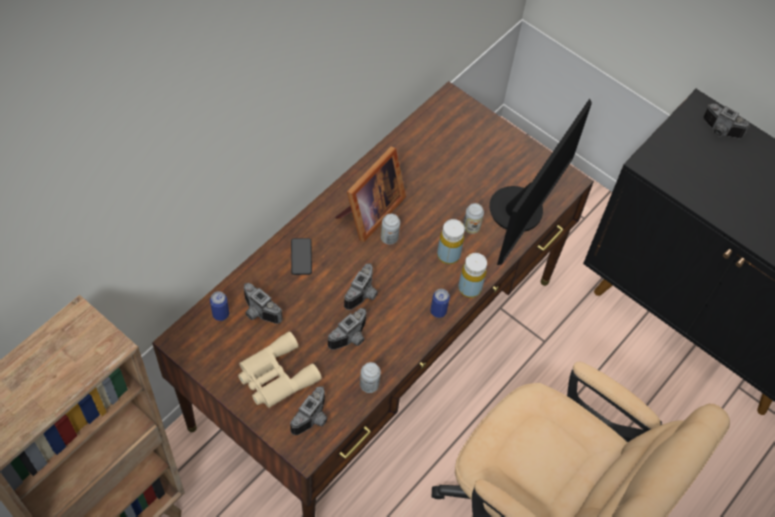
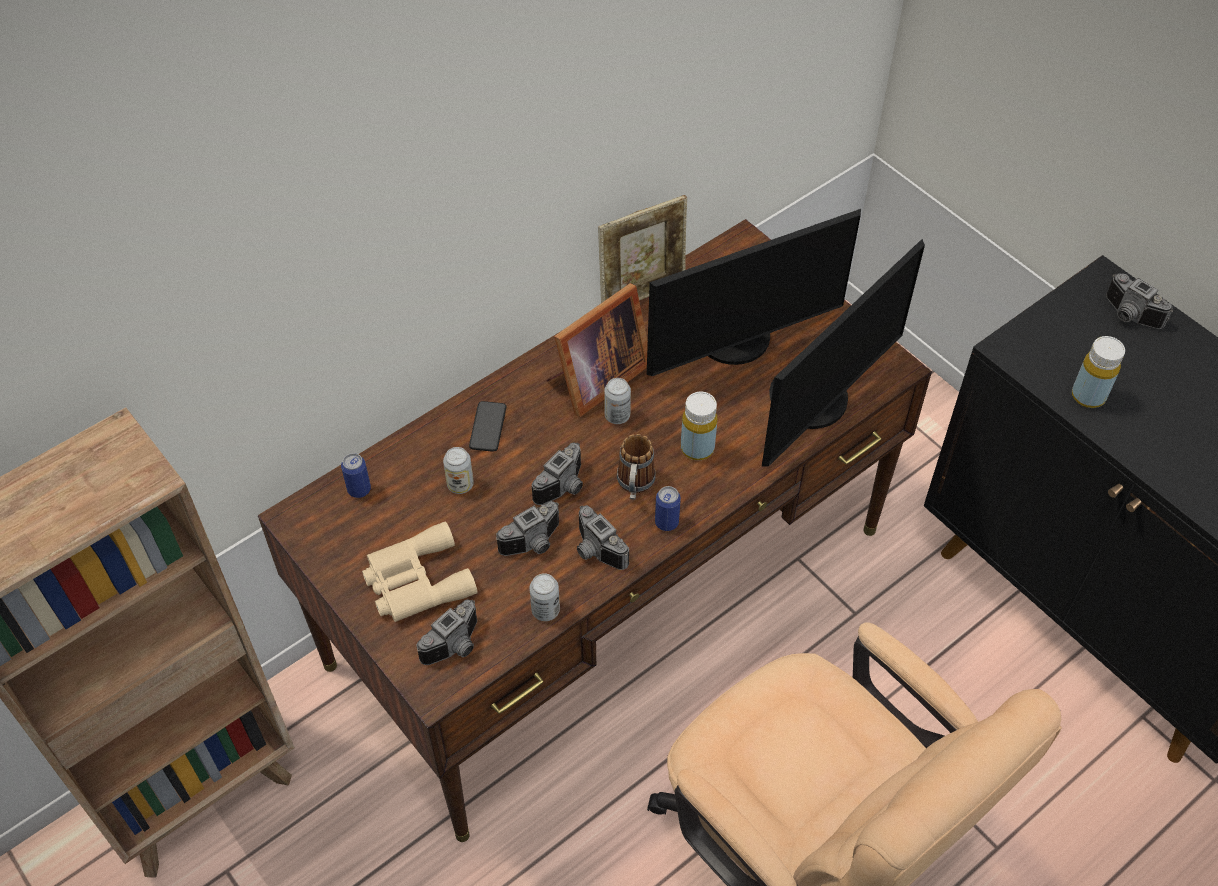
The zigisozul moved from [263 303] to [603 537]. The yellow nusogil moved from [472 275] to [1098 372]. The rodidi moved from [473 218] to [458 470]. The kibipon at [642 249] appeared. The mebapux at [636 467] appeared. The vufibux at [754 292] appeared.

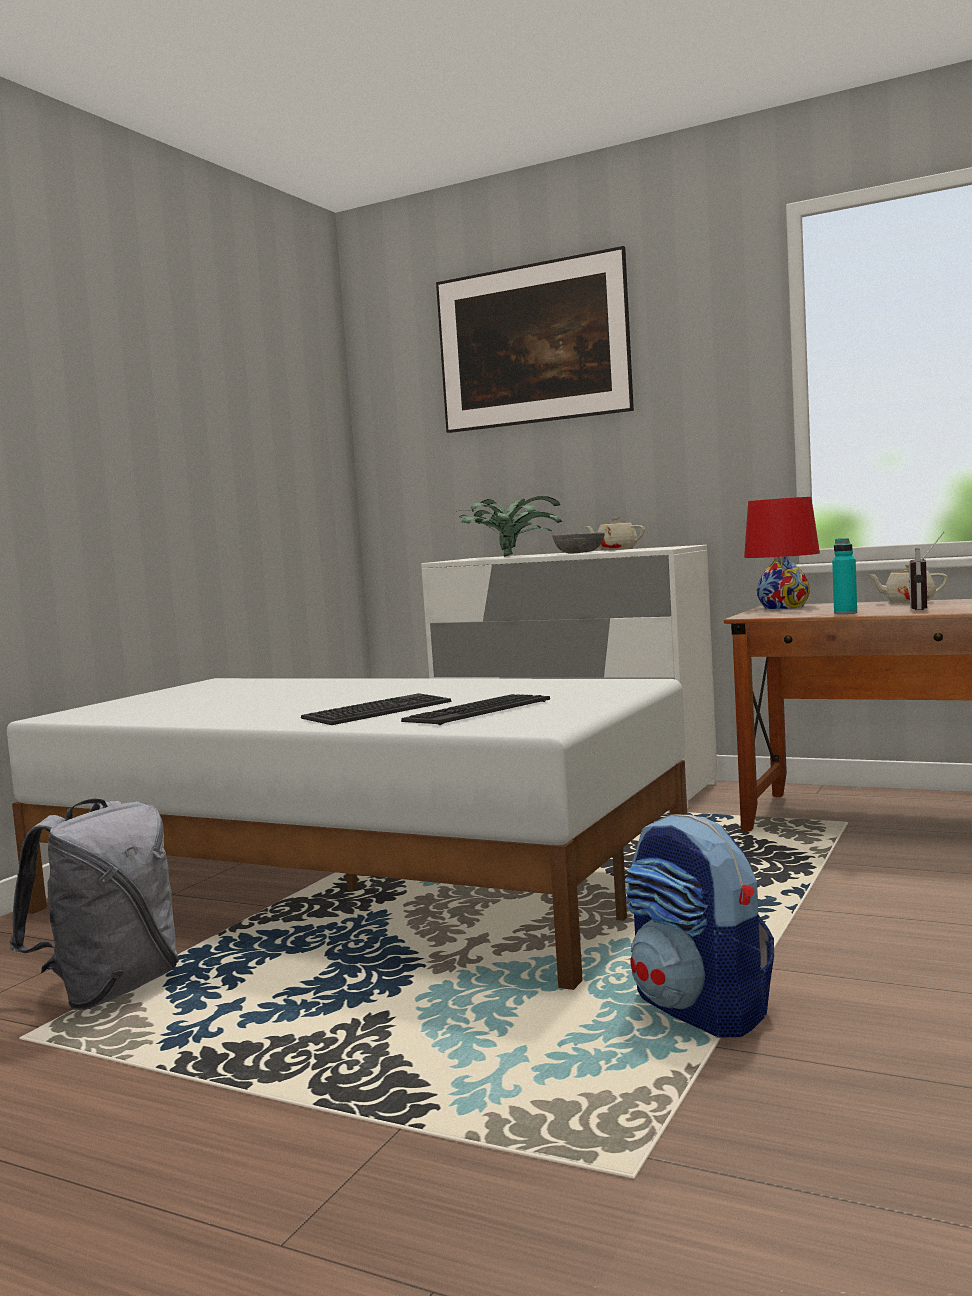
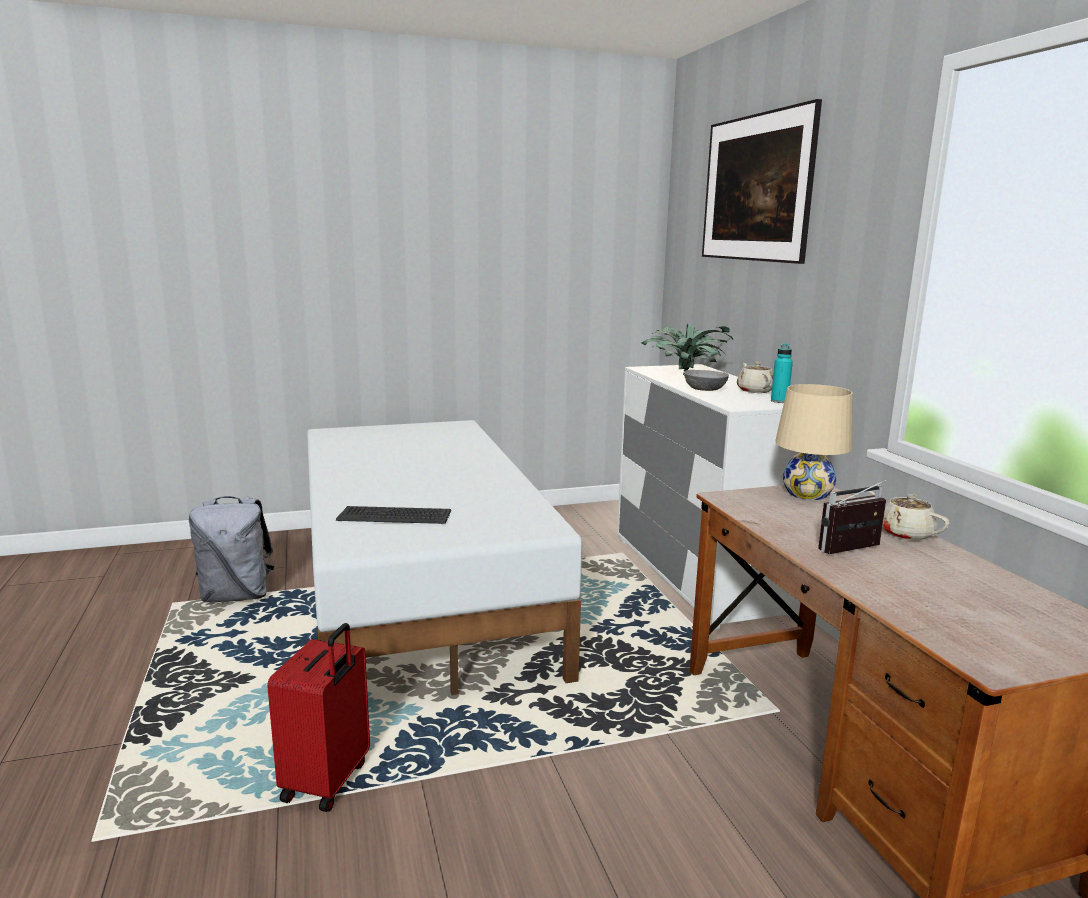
The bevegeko at [376 709] disappeared. The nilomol at [699 926] was replaced by the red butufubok at [318 717]. The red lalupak at [782 553] became the beige lalupak at [814 442]. The turquoise nusogil moved from [844 576] to [782 373].

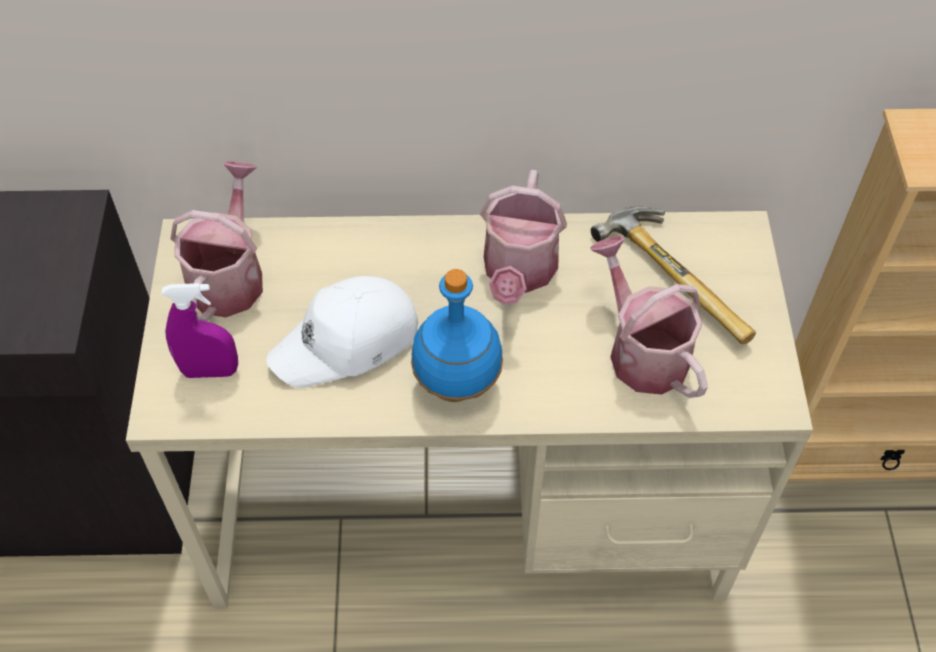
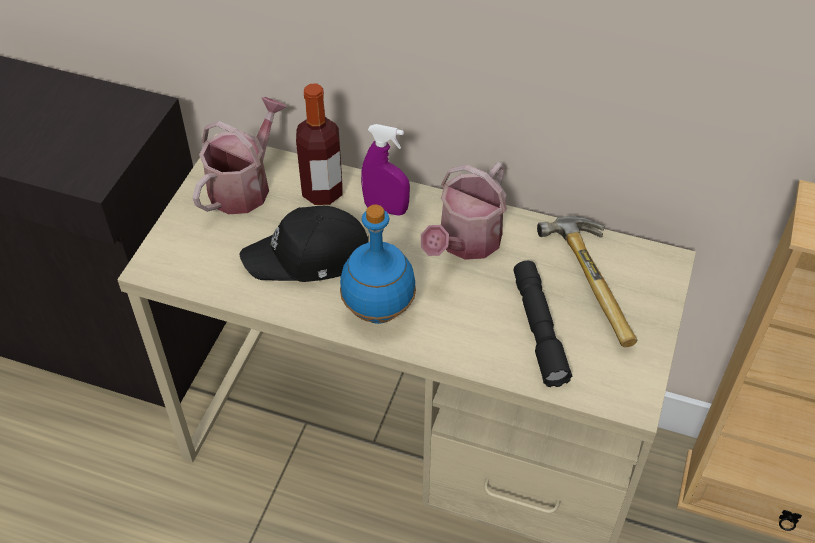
The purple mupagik moved from [199 330] to [385 170]. The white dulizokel at [342 332] became the black dulizokel at [303 244]. The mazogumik at [649 317] was replaced by the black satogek at [542 324]. The nusogil at [319 144] appeared.

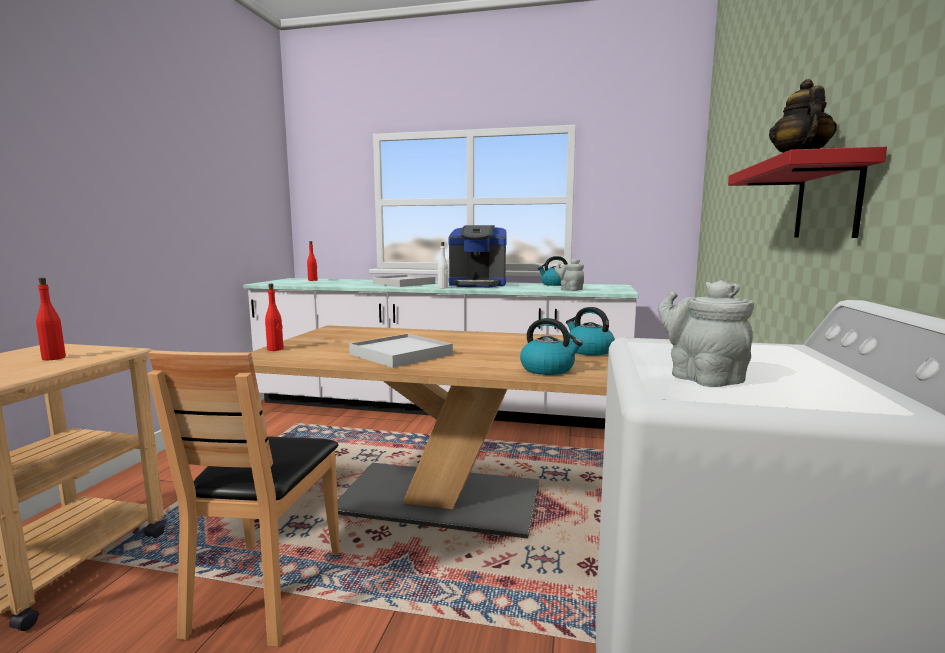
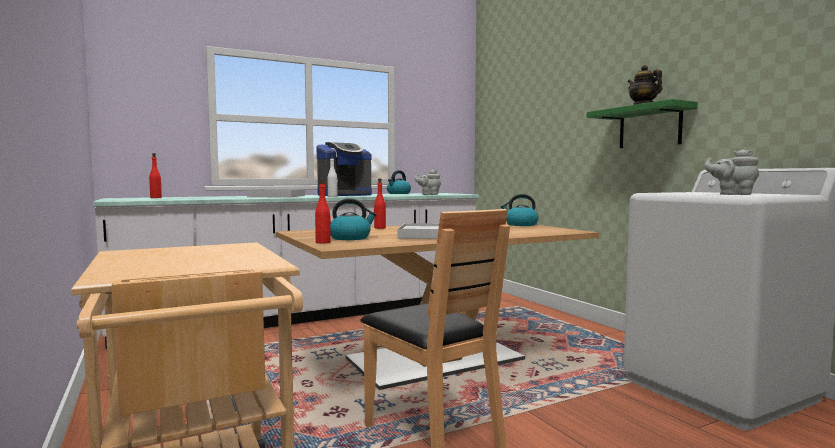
The red nusogil moved from [51 319] to [380 203]. The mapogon moved from [551 346] to [353 219]. The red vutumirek at [807 192] became the green vutumirek at [642 123].

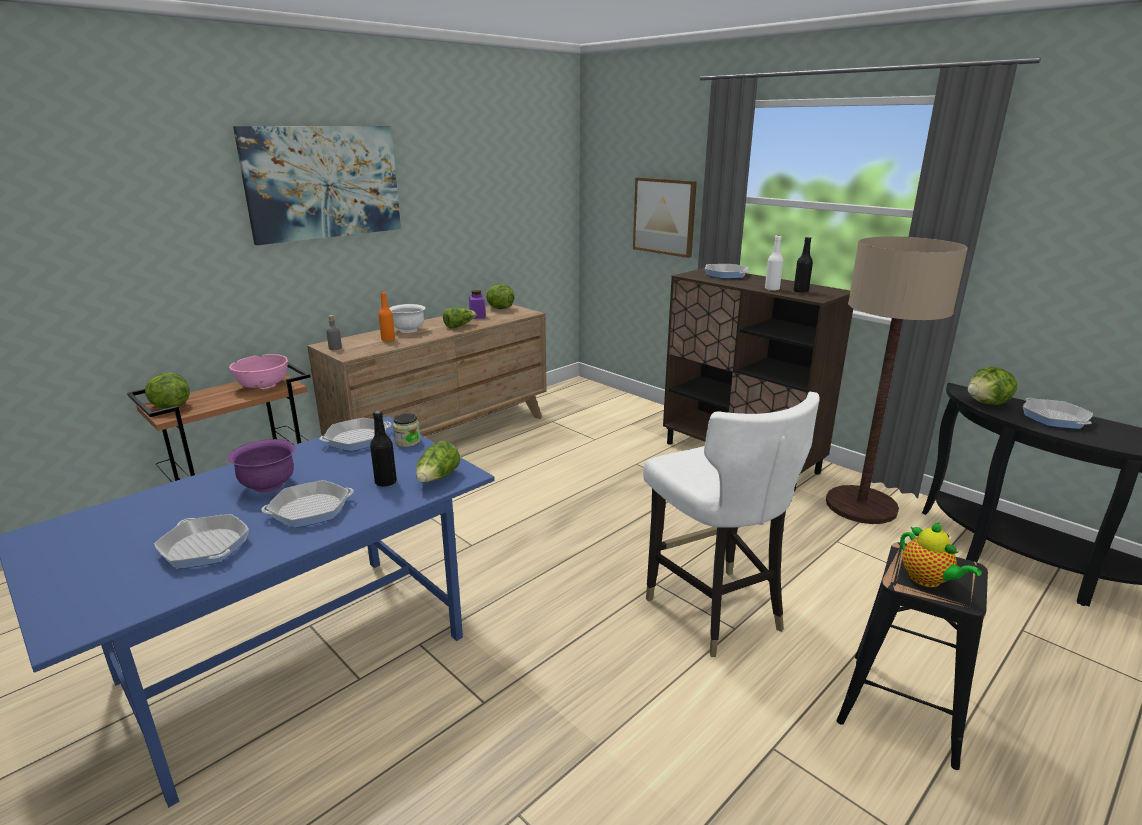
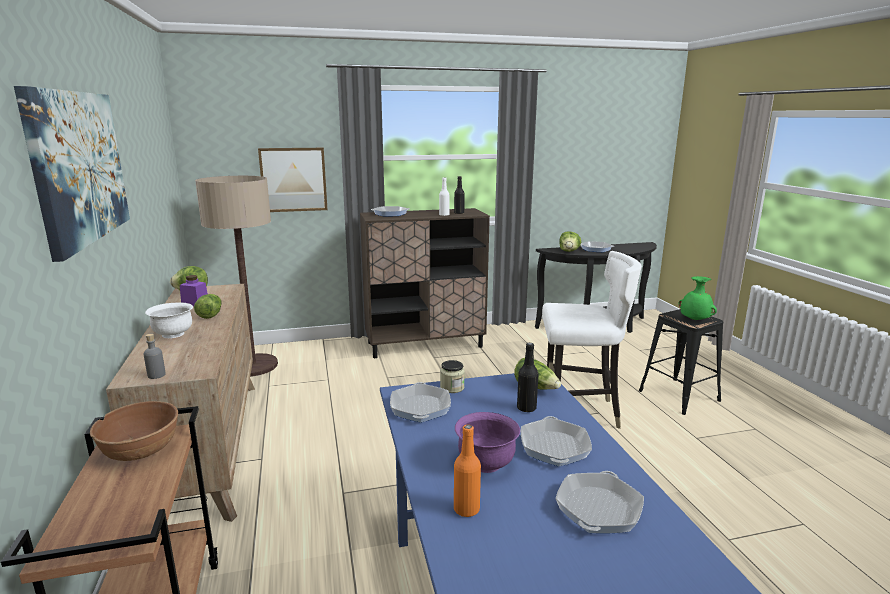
The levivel at [167 390] disappeared. The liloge at [201 541] turned 135 degrees clockwise. The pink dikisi at [258 372] became the brown dikisi at [134 431]. The orange nusogil moved from [386 316] to [467 471]. The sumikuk moved from [897 380] to [236 276]. The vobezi at [941 554] was replaced by the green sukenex at [697 298].

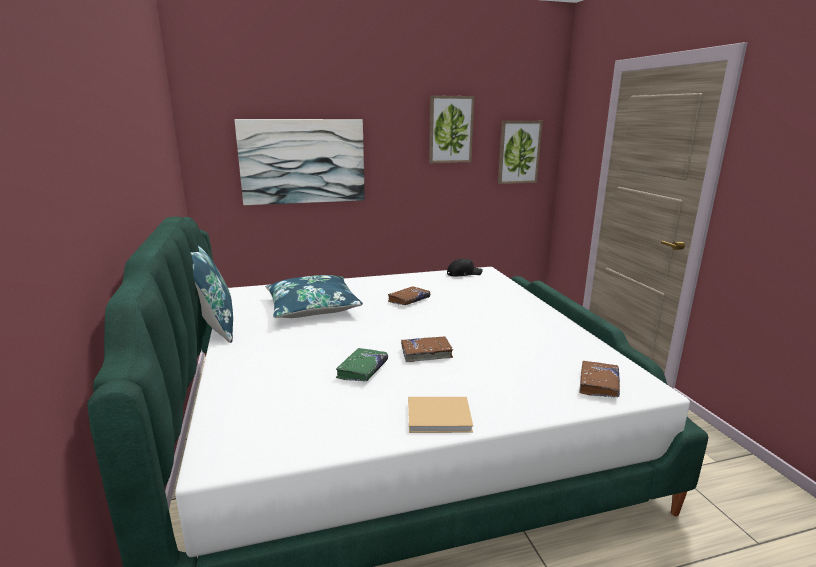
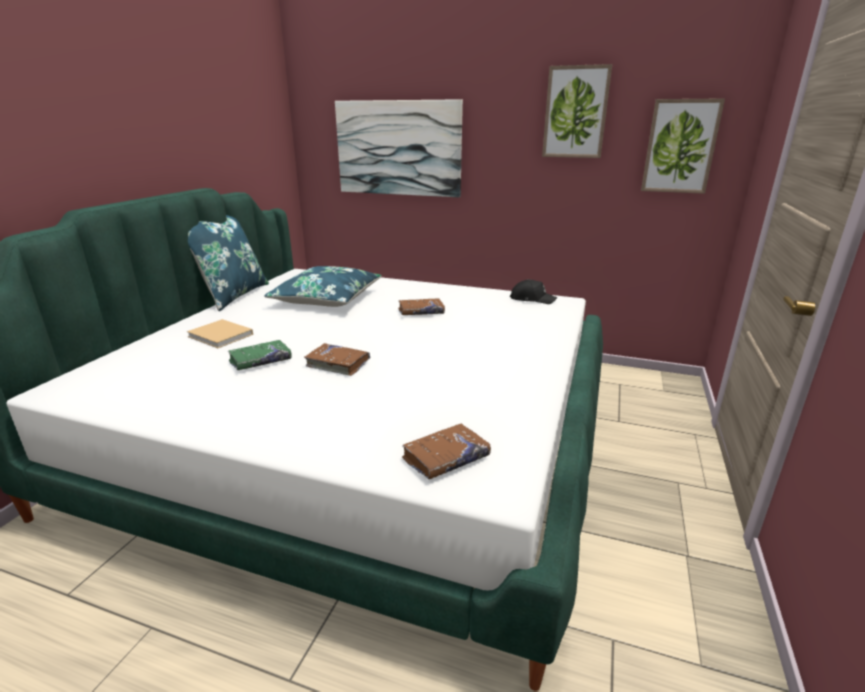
The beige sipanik moved from [440 415] to [220 333].

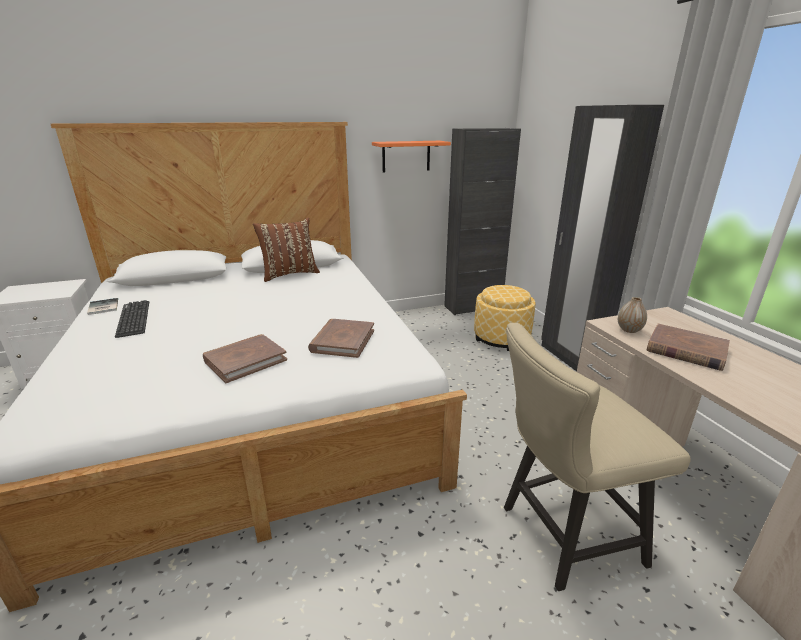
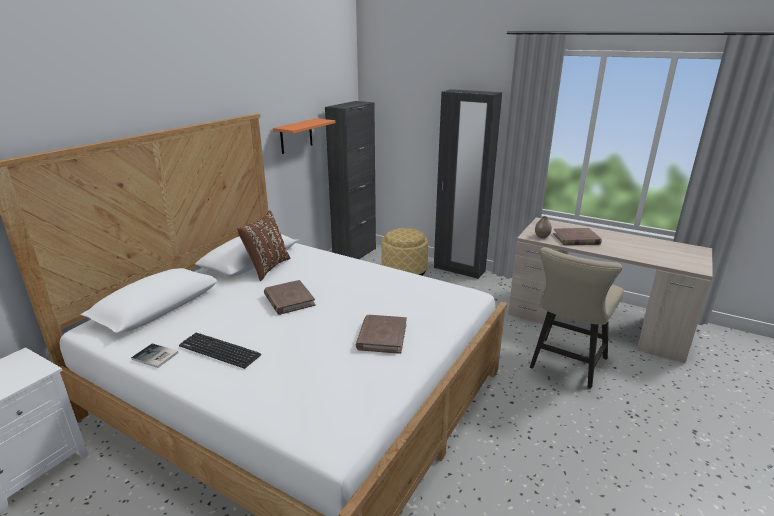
The brown sipanik moved from [341 338] to [289 297].

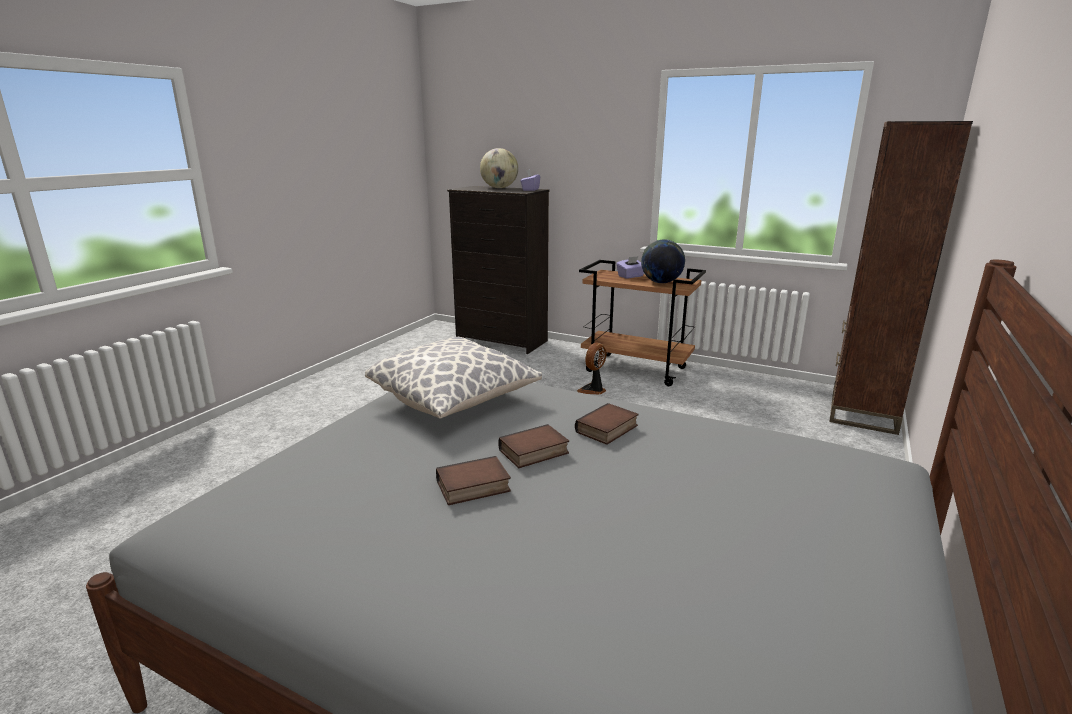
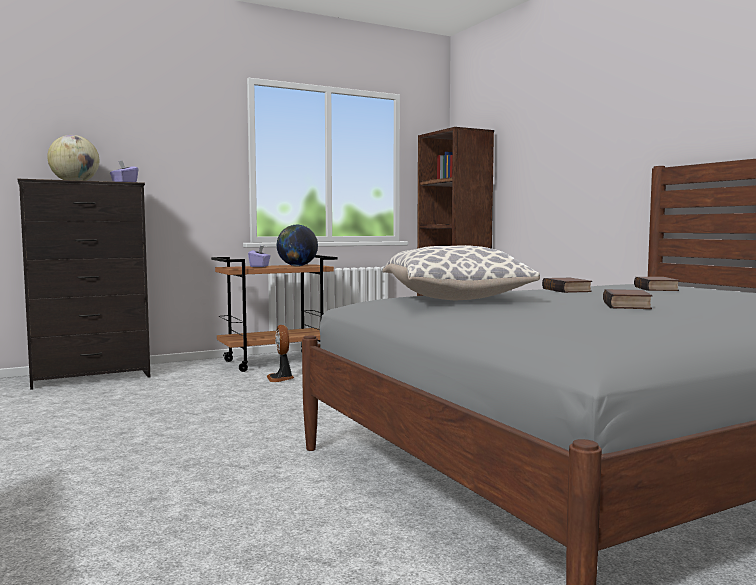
The sipanik moved from [533 446] to [656 284].

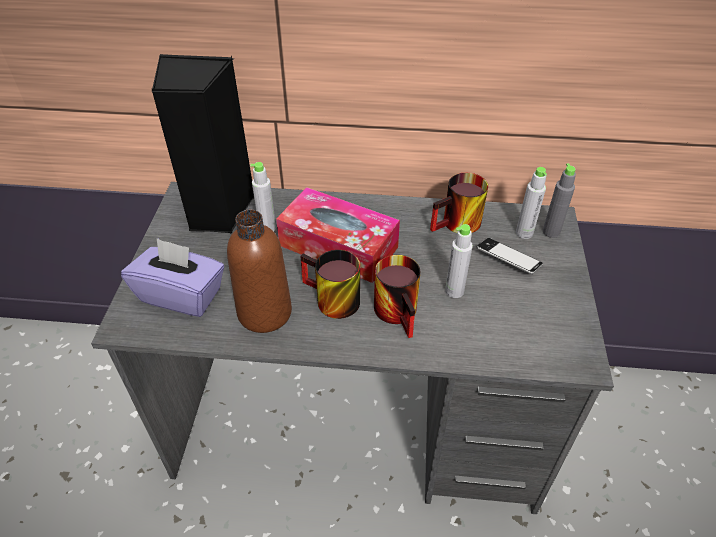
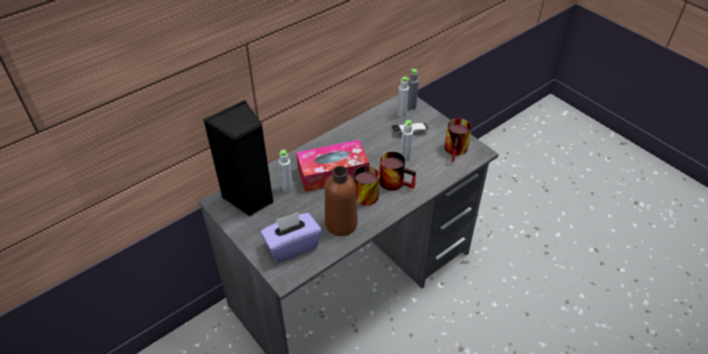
The mebapux moved from [459 203] to [458 140].

